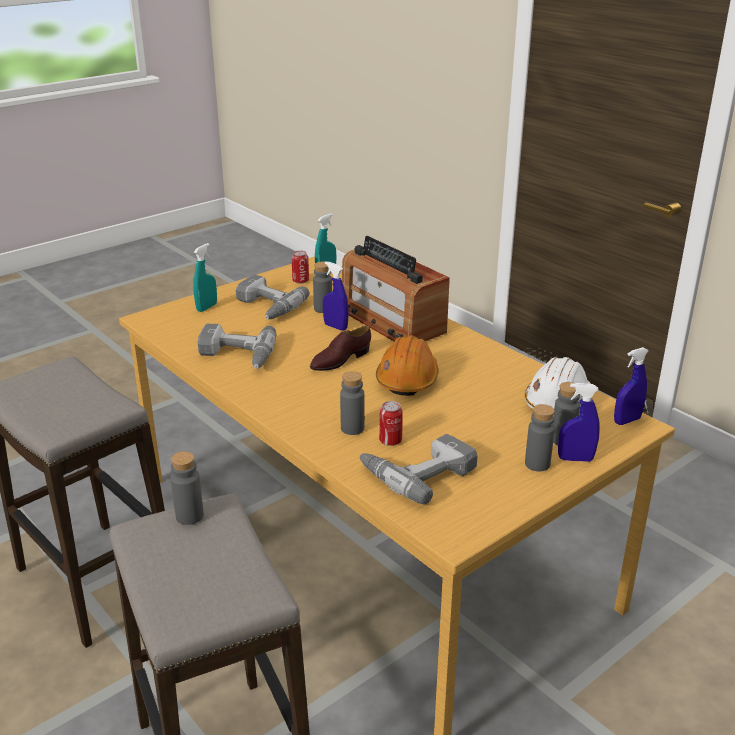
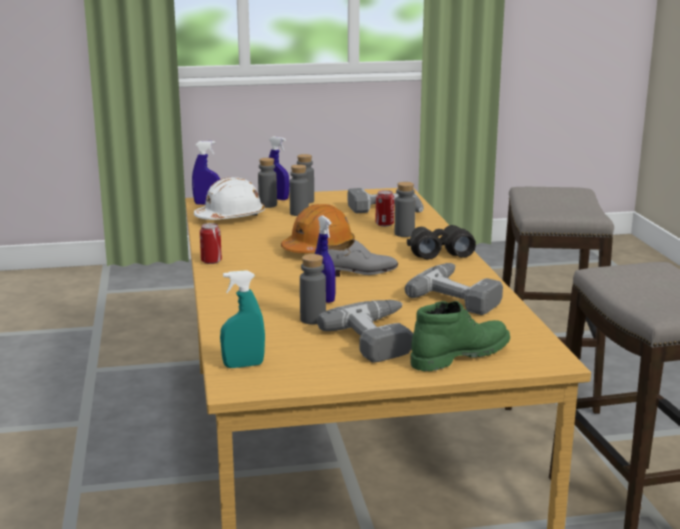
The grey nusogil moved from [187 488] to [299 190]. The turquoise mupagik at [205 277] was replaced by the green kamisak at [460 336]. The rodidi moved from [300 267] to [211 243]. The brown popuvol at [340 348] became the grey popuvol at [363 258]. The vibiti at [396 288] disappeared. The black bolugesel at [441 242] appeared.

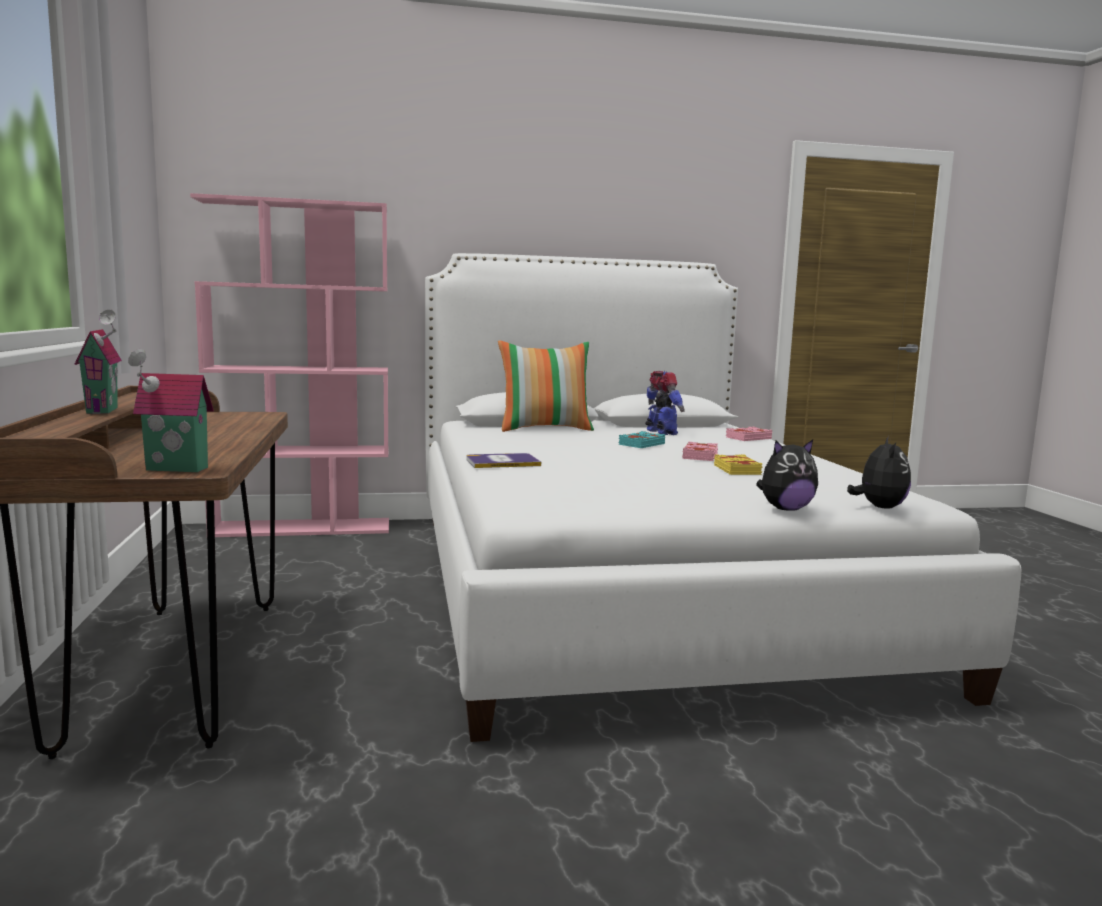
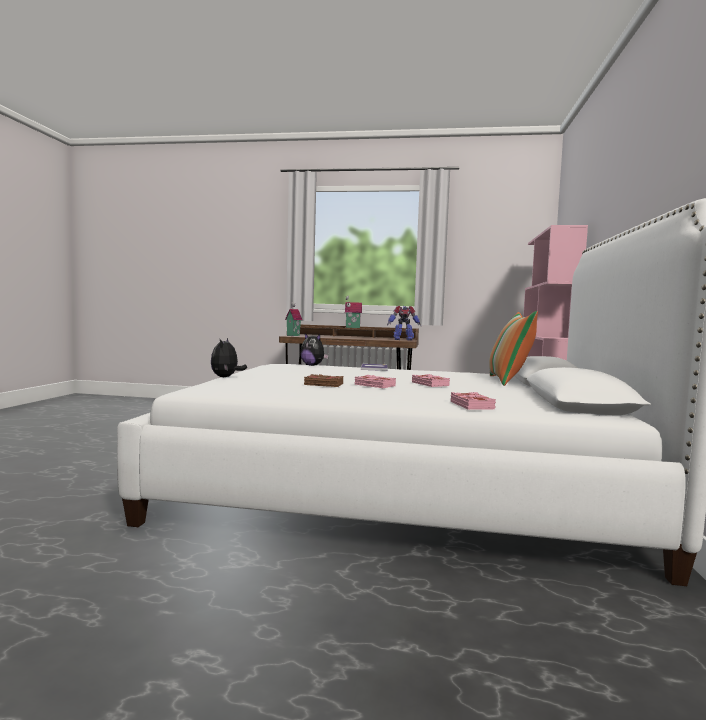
The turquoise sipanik at [642 439] became the pink sipanik at [431 380]. The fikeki moved from [665 403] to [404 323]. The yellow sipanik at [738 464] became the brown sipanik at [323 380]. The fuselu moved from [879 472] to [314 350].

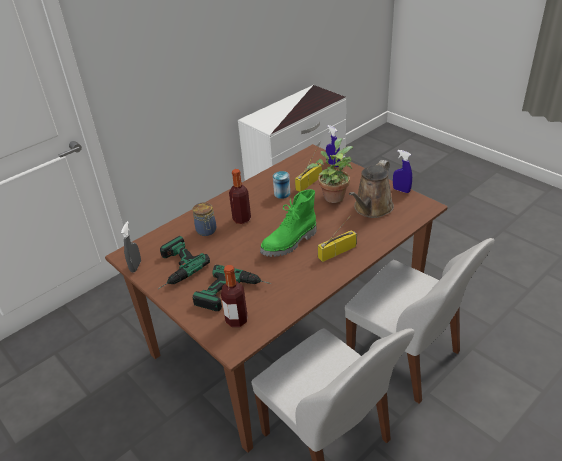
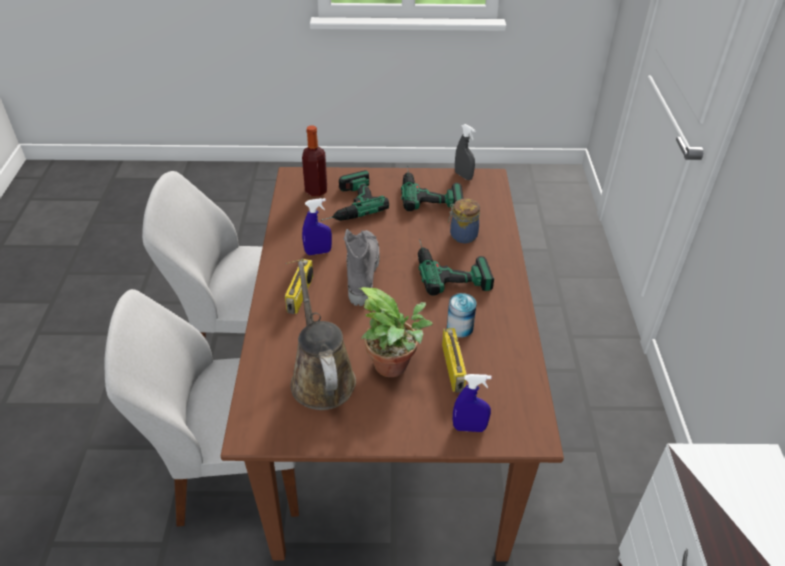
The nusogil at [240 196] was replaced by the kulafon at [456 267]. The green kamisak at [288 223] became the grey kamisak at [361 267]. The blue mupagik moved from [402 171] to [317 226].

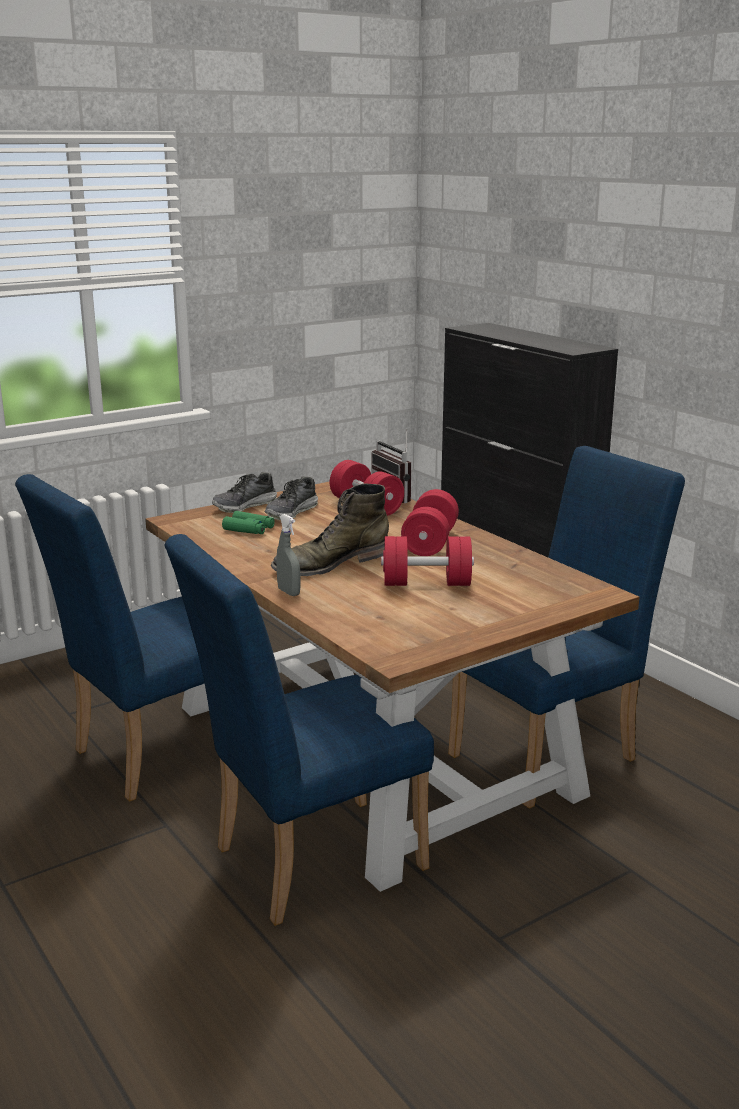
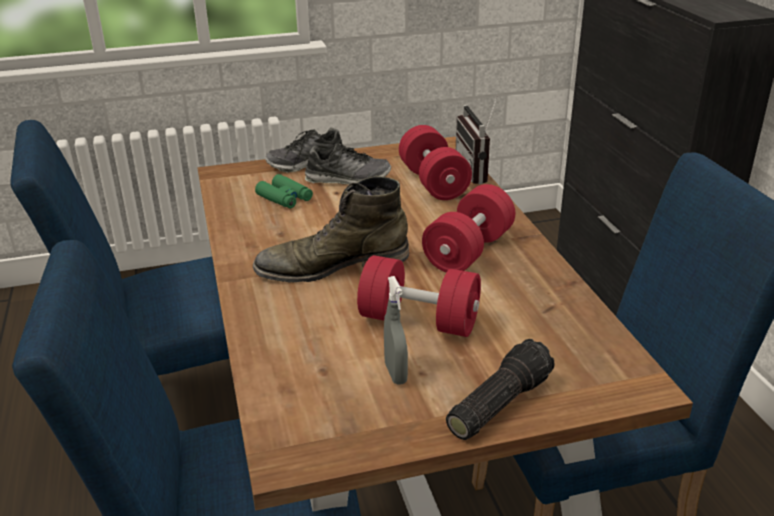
The popuvol at [291 498] turned 135 degrees counterclockwise. The grey mupagik moved from [288 555] to [396 330]. The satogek at [500 389] appeared.

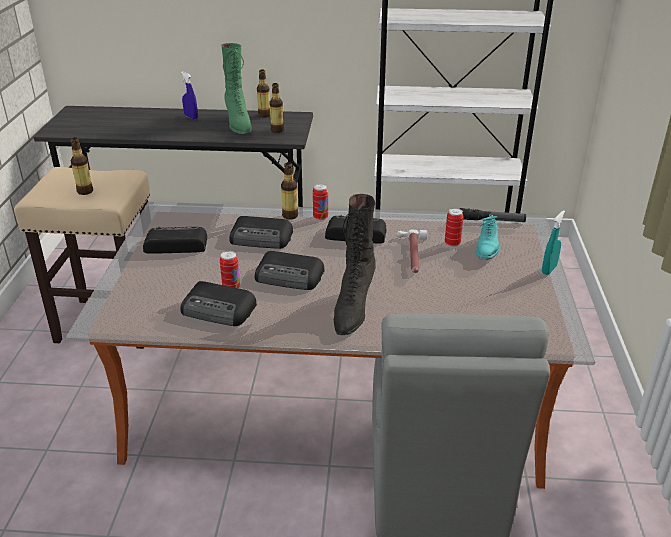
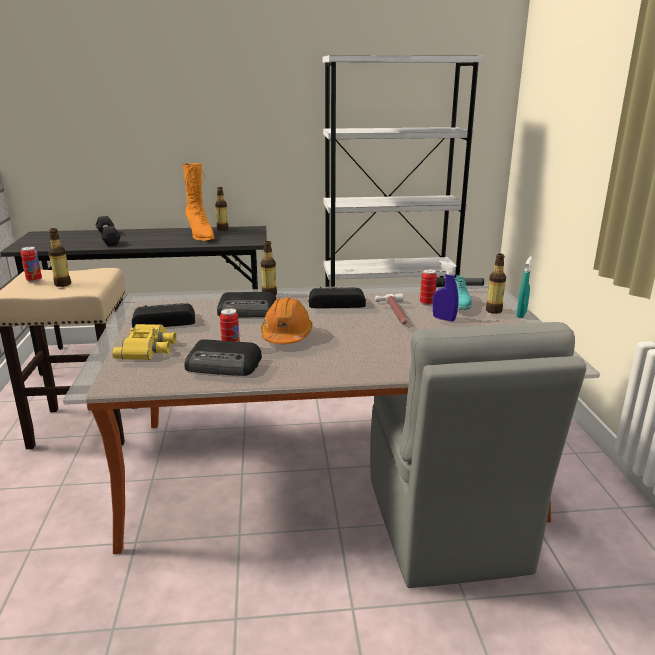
The blue mupagik moved from [189 96] to [445 291]. The green kamisak at [236 88] became the orange kamisak at [199 202]. The vibiti at [289 270] was replaced by the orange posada at [286 320]. The nusogil moved from [276 108] to [496 284]. The rodidi moved from [320 202] to [31 264]. The black kamisak at [355 264] disappeared. The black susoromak at [108 231] appeared. The yellow bolugesel at [144 342] appeared.

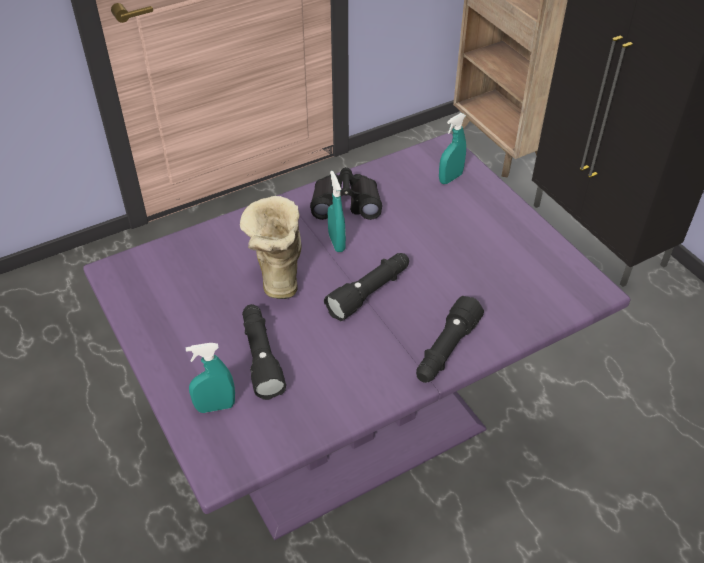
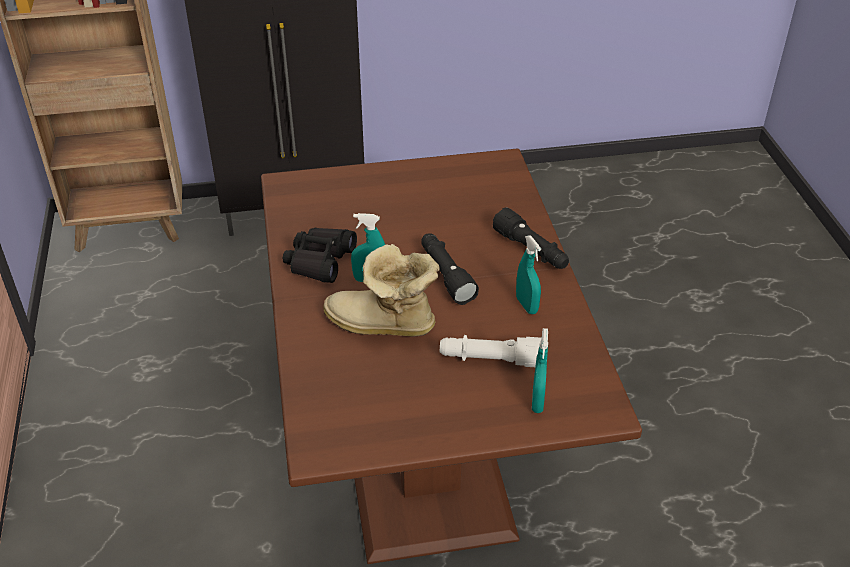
The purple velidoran at [357 336] became the brown velidoran at [451 356]. The black satogek at [264 352] became the white satogek at [490 351]. The turquoise mupagik moved from [452 148] to [528 274].

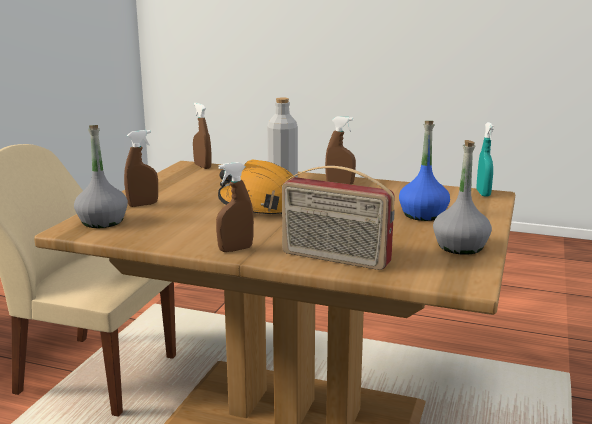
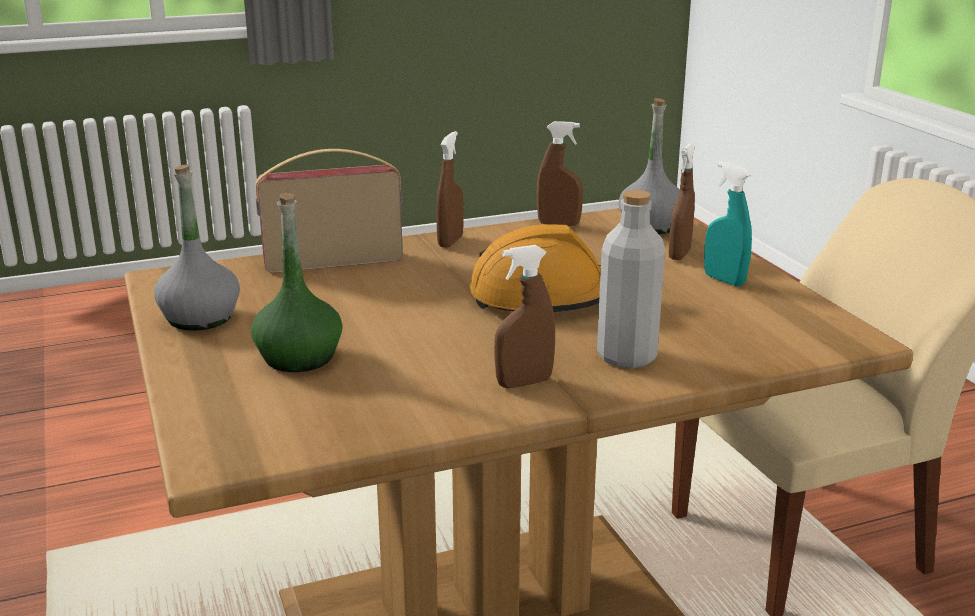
The brown mupagik moved from [202 136] to [560 173]. The blue nusogil at [424 171] became the green nusogil at [297 282]. The turquoise mupagik moved from [485 159] to [728 224].

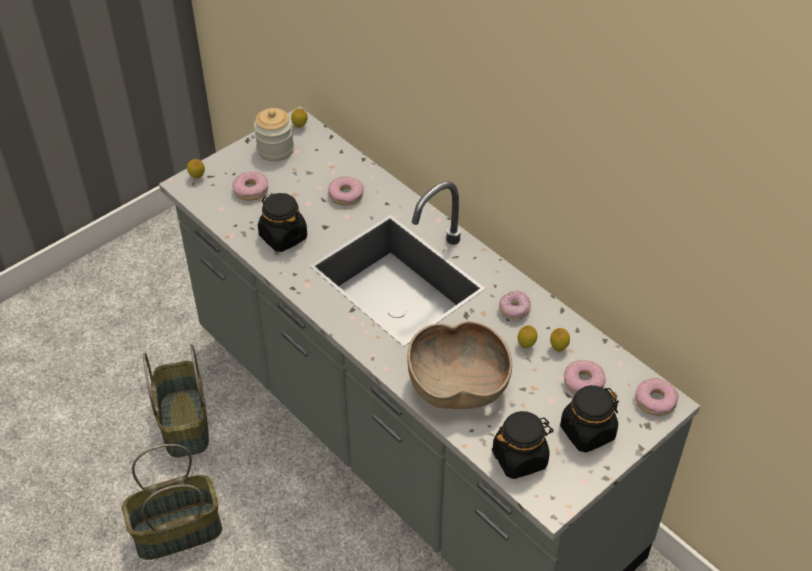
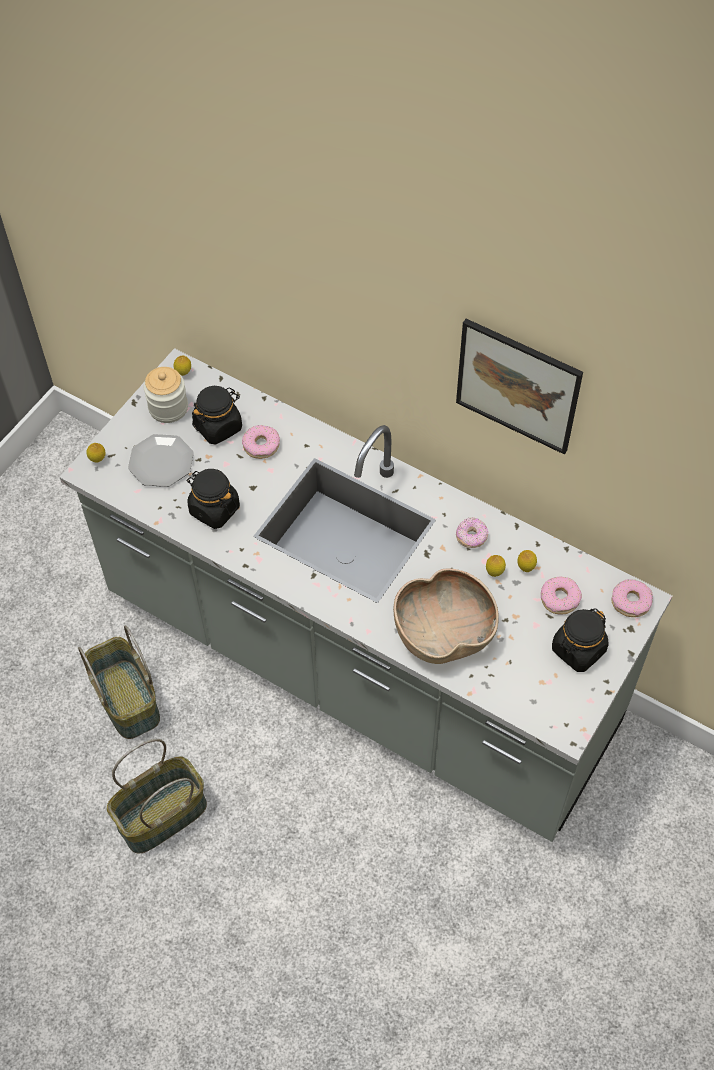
The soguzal at [250 186] was replaced by the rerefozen at [161 460]. The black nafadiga moved from [523 445] to [217 415]. The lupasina at [519 386] appeared.

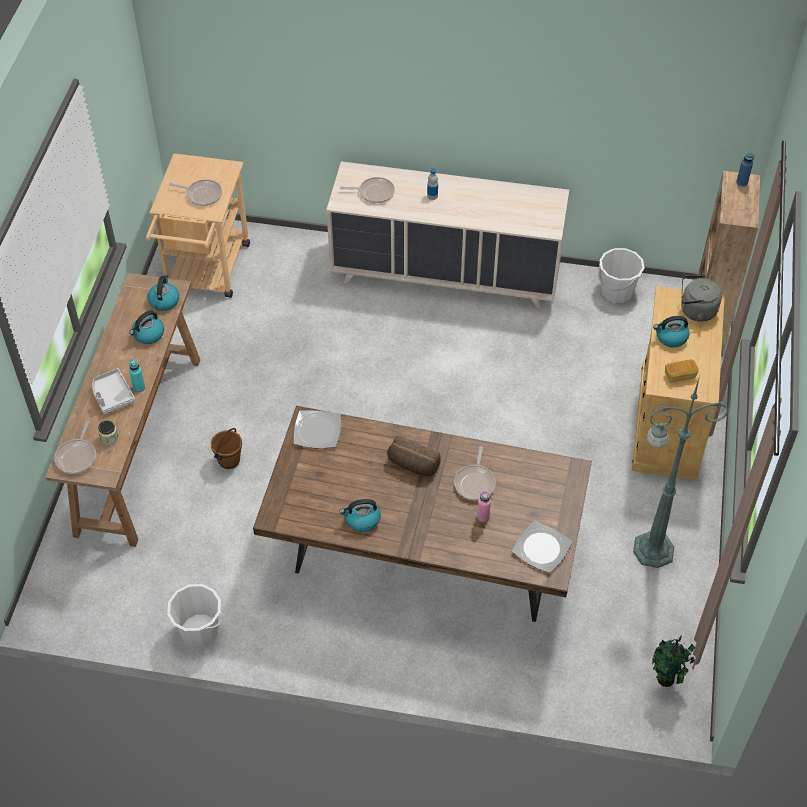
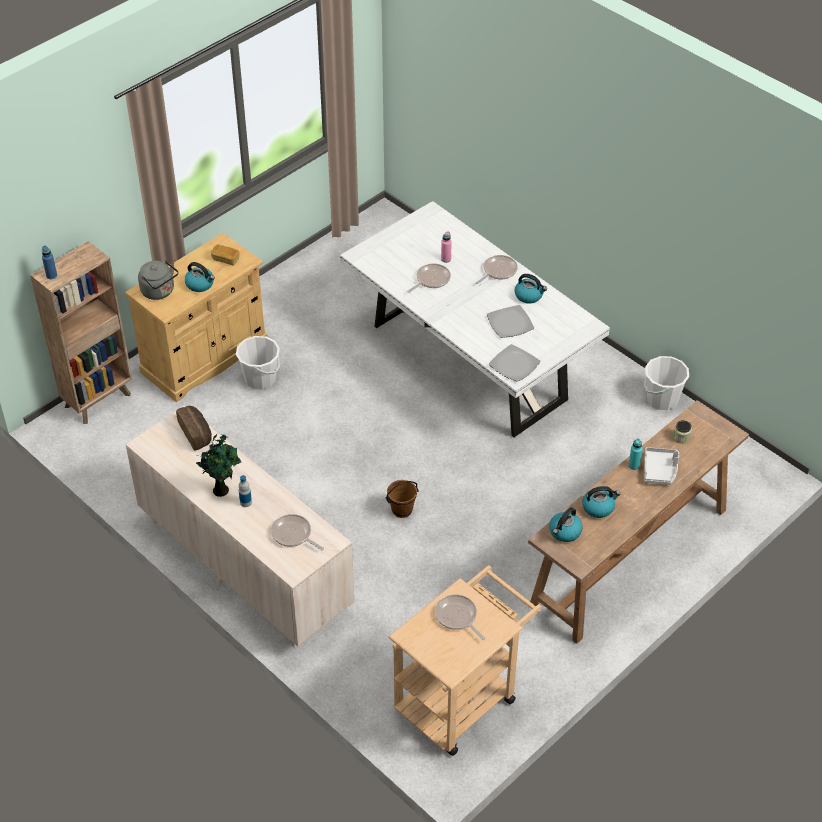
The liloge moved from [75 447] to [497 269]. The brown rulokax moved from [226 448] to [402 499]. The brown velidoran at [422 514] became the white velidoran at [475 319]. The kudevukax moved from [413 455] to [194 428]. The rerefozen moved from [542 547] to [510 321]. The white rulokax moved from [621 275] to [258 362]. The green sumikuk at [681 472] disappeared. The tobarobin moved from [673 661] to [218 465].

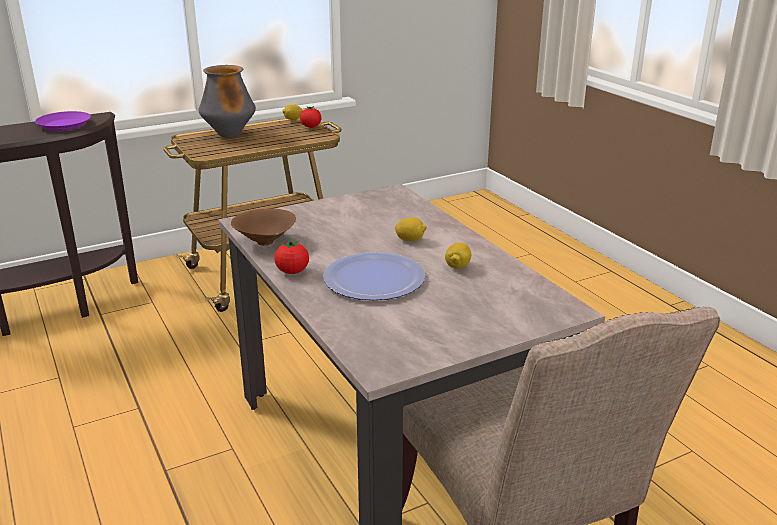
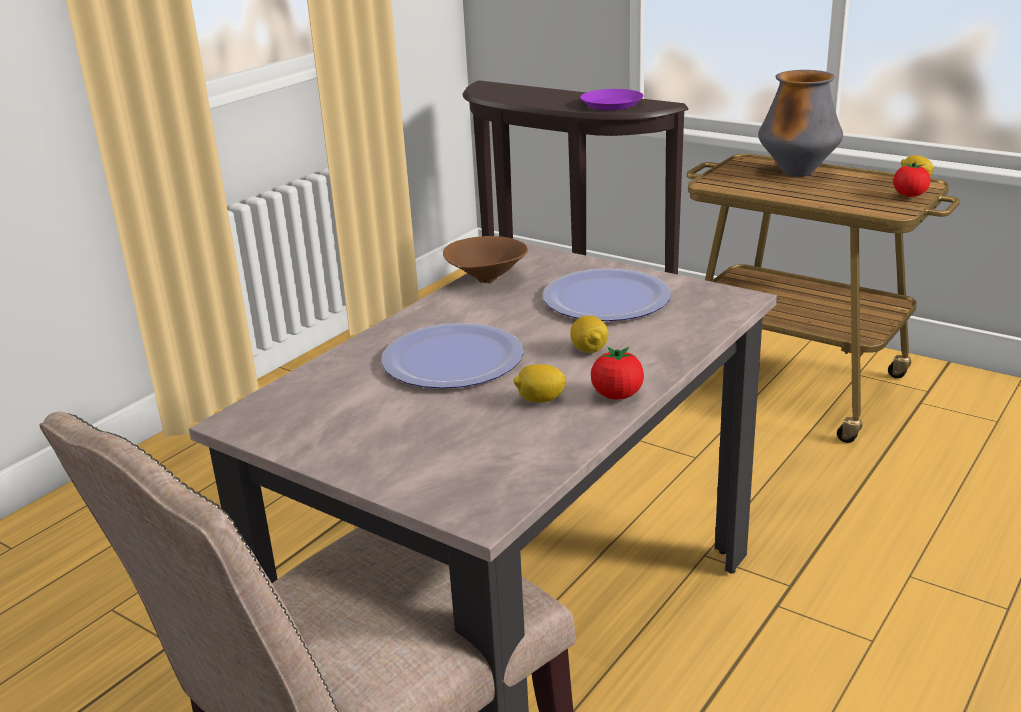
The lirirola moved from [291 256] to [617 373]. The rerefozen at [606 294] appeared.

